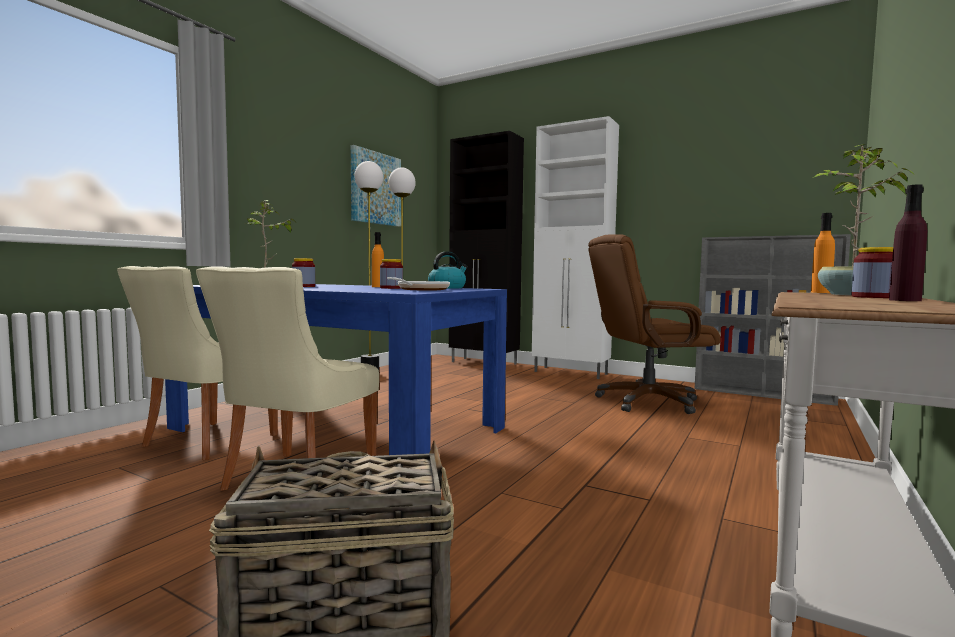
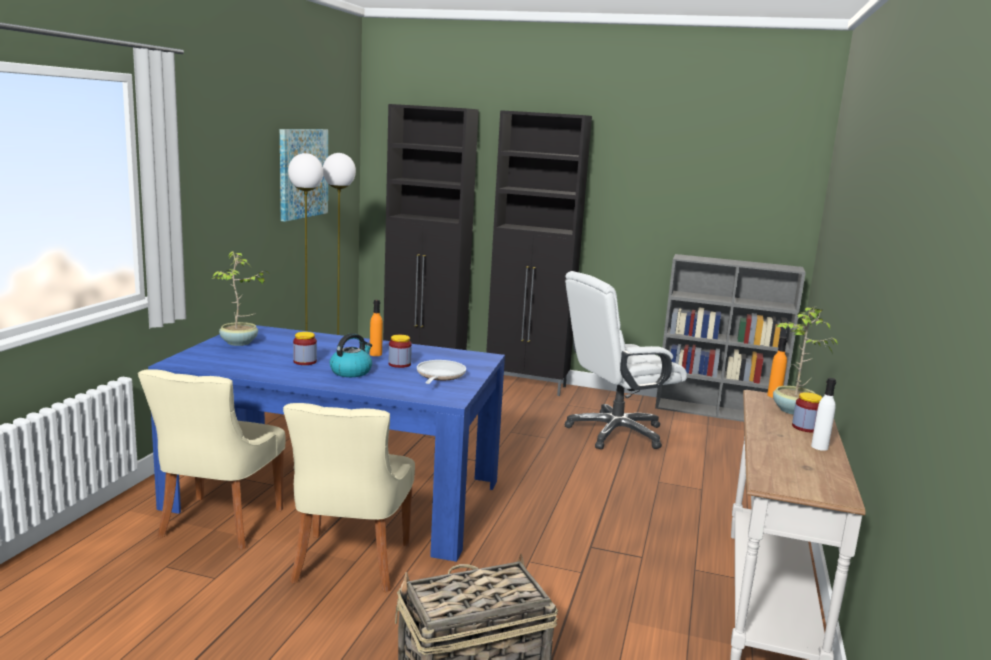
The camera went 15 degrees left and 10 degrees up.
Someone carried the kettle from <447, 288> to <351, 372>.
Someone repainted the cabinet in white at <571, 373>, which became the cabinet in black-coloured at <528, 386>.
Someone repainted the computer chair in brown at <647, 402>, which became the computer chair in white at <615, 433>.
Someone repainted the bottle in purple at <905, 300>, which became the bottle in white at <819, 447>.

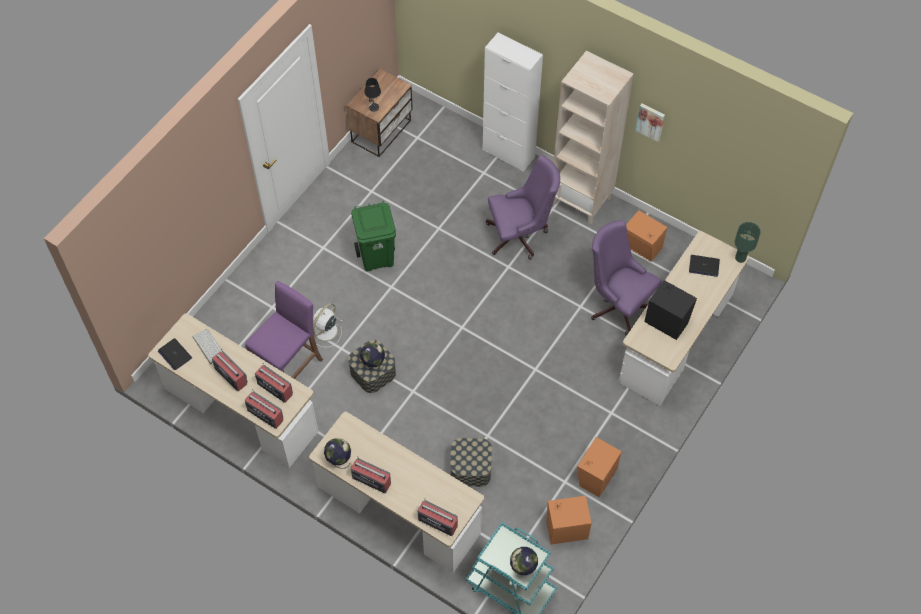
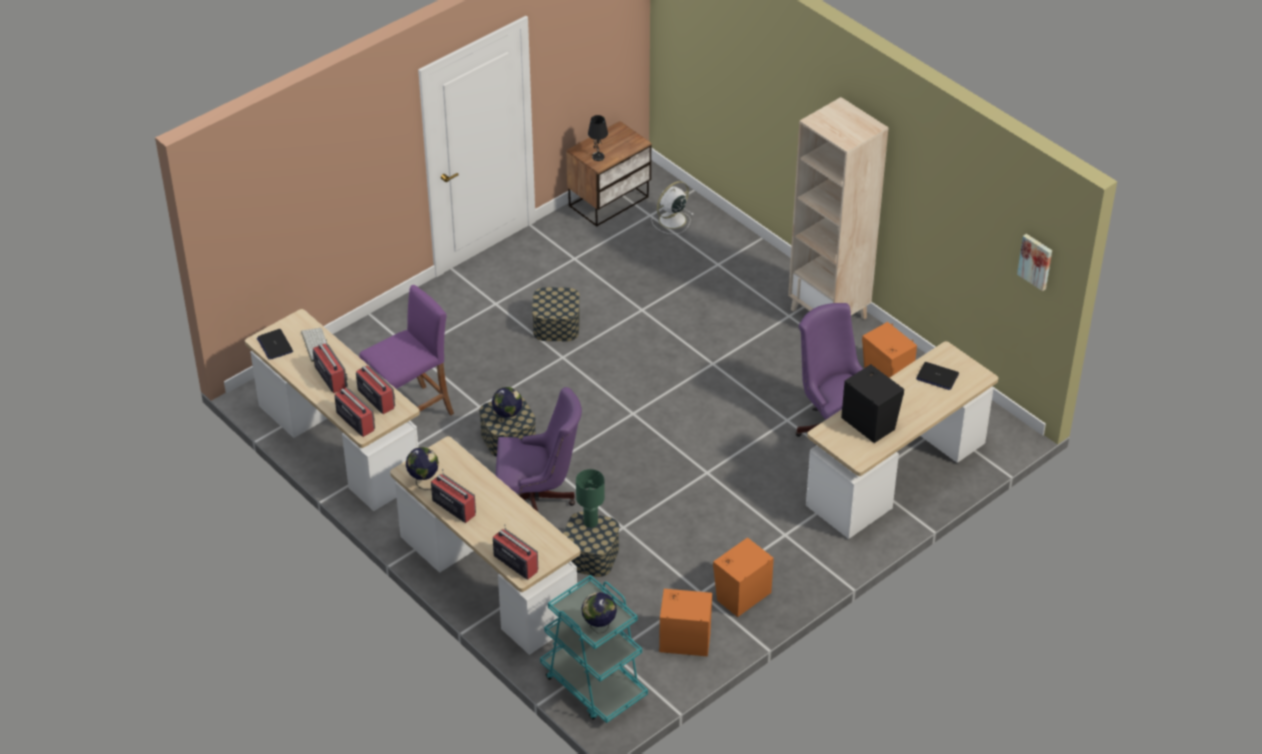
The camera went 15 degrees right and 15 degrees down.
Someone carried the computer chair in purple from <520, 235> to <537, 502>.
Someone swapped the waste bin in green at <377, 257> for the storage container at <556, 325>.
Someone carried the tabletop lamp in green from <740, 258> to <590, 522>.
Someone carried the electric fan in white from <325, 331> to <671, 220>.
Someone carried the picture from <651, 121> to <1036, 261>.
Someone took away the cabinet in white at <508, 153>.

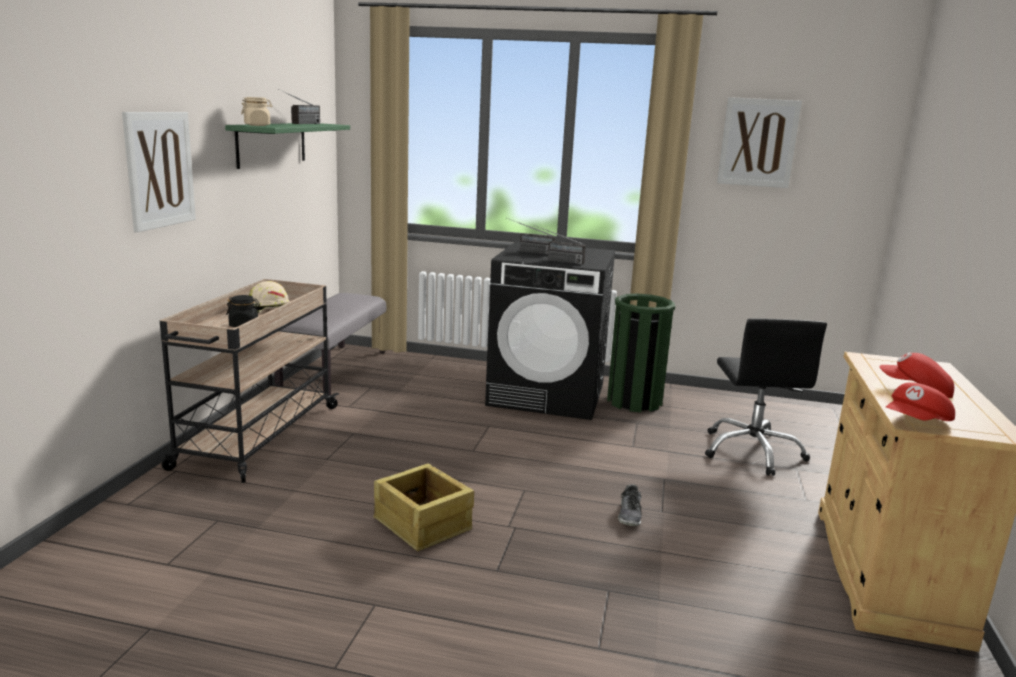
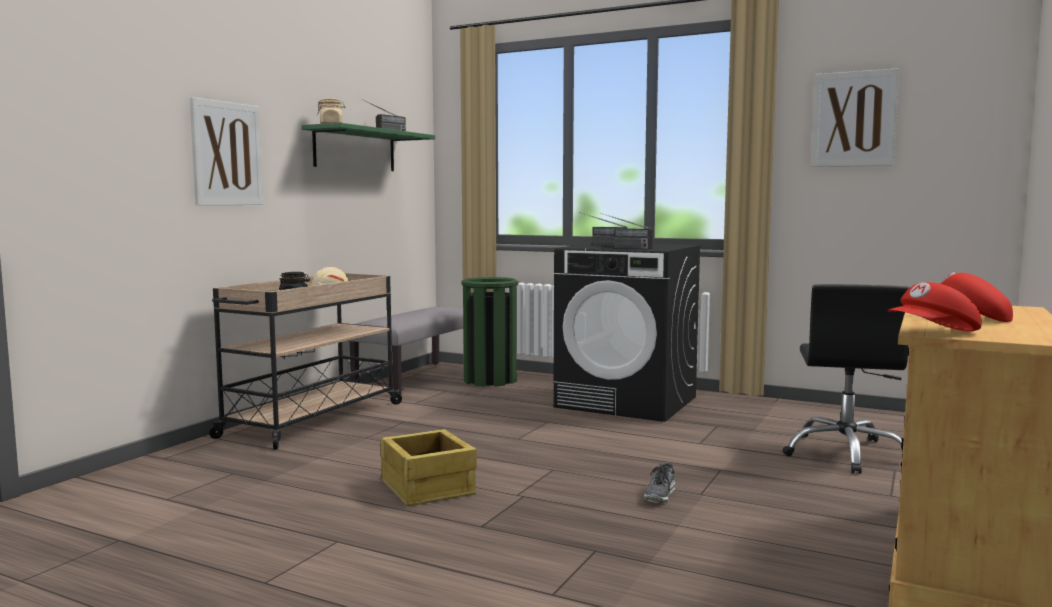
The camera went 15 degrees right and 10 degrees down.
Someone carried the waste bin in green from <634, 401> to <490, 380>.

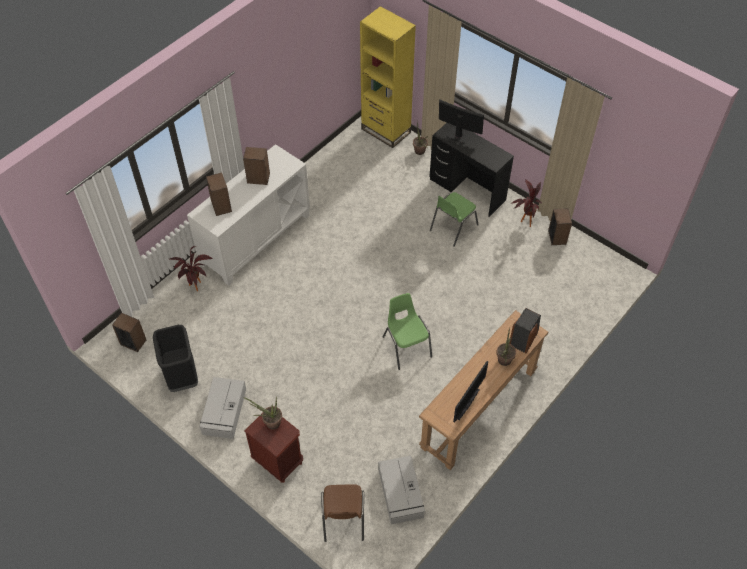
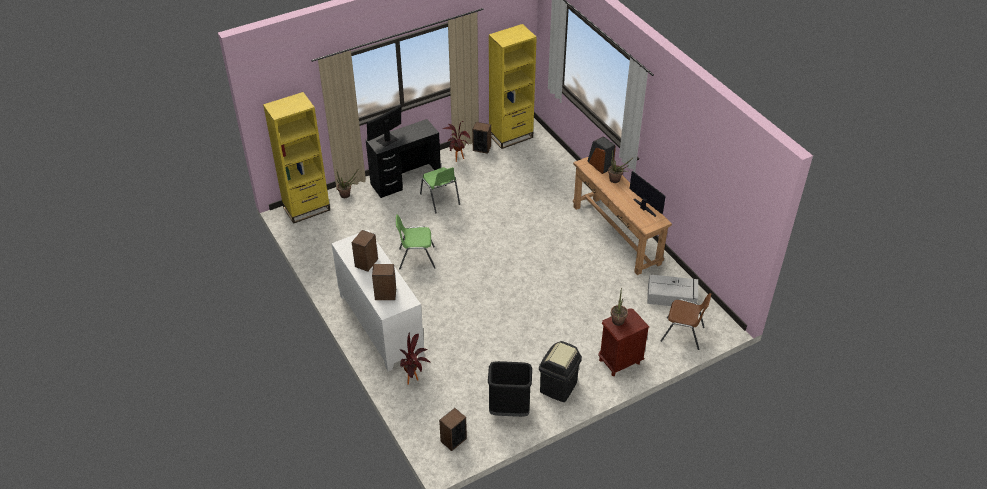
The camera went 70 degrees left and 10 degrees down.
Someone carried the chair in green from <406, 346> to <416, 258>.
Someone put down the shelving unit in yellowish at <511, 136>.
Someone swapped the storage container in gray at <224, 412> for the waste bin in black-coloured at <558, 387>.

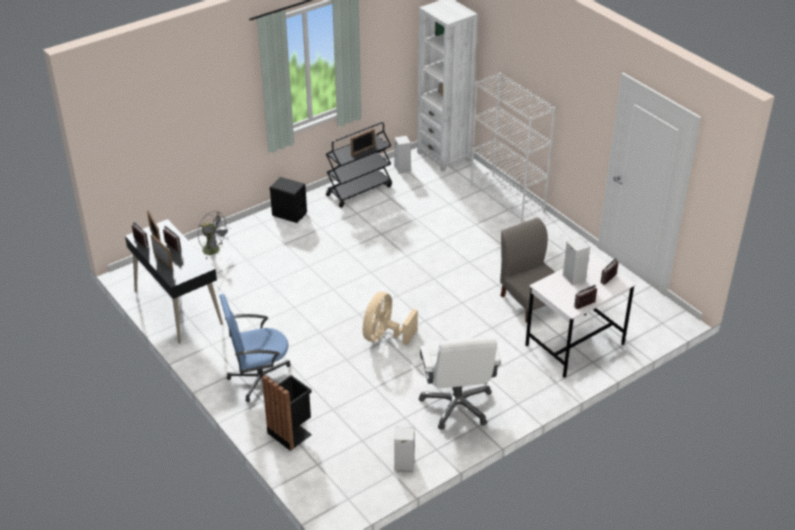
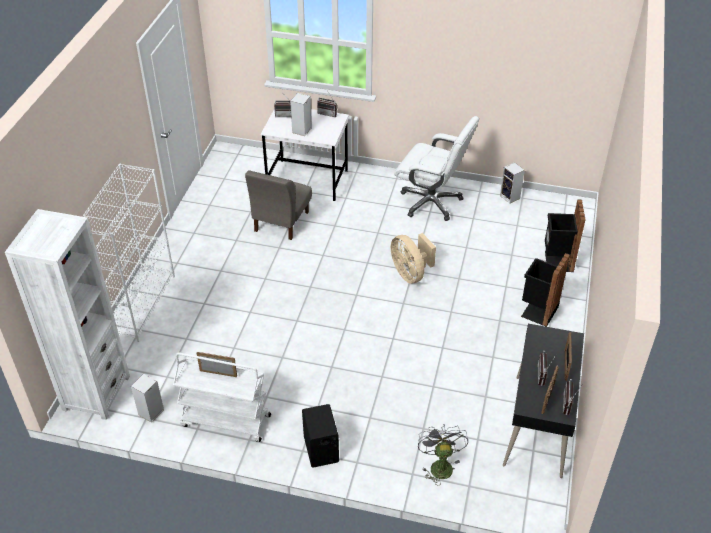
The camera went 130 degrees left and 5 degrees up.
Someone repainted the wheeled cart in black-coloured at <359, 190>, which became the wheeled cart in white at <225, 421>.
Someone rotated the electric fan in beige-coloured at <384, 336> by 75 degrees clockwise.
Someone rotated the computer chair in white at <457, 405> by 75 degrees clockwise.
Someone swapped the computer chair in bluish at <259, 379> for the waste bin in black-coloured at <537, 311>.

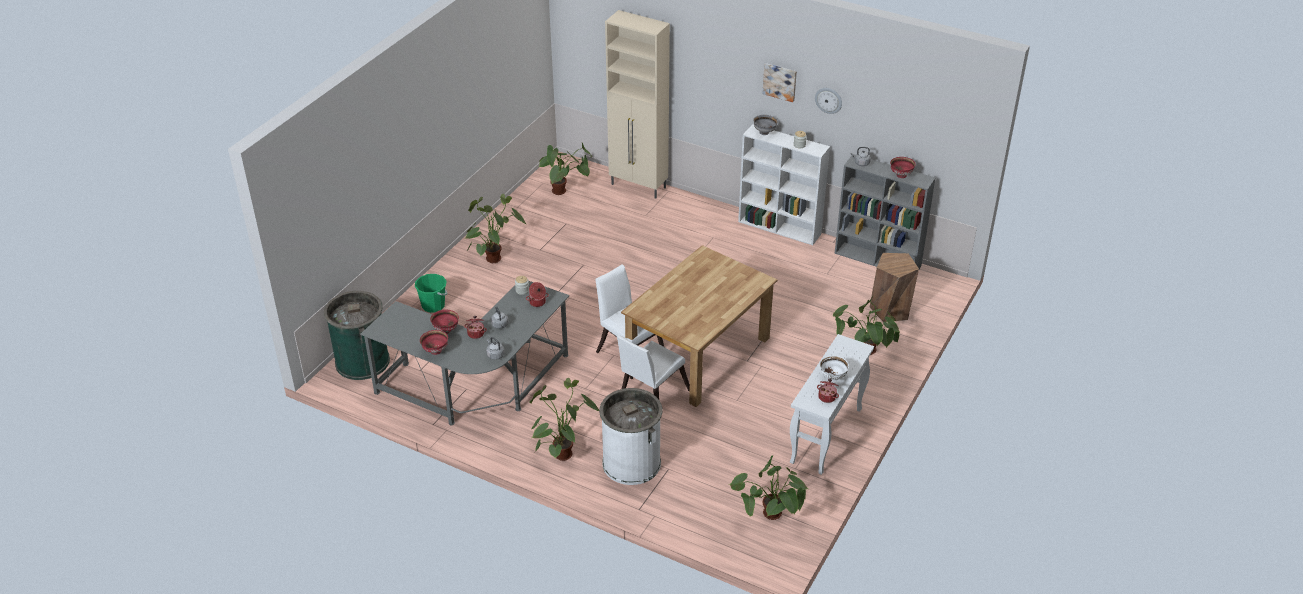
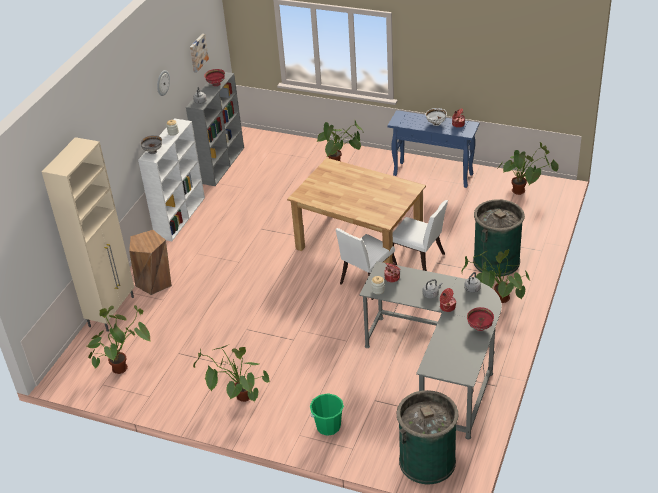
The camera went 95 degrees left and 0 degrees up.
Someone carried the sitting stool in brown from <890, 310> to <154, 282>.
Someone carried the picture from <780, 81> to <197, 52>.
Someone repainted the console table in white at <826, 436>, which became the console table in bluish at <433, 175>.
Someone repainted the waste bin in white at <631, 463>, which became the waste bin in green at <496, 261>.
Someone took away the serving bowl in red at <446, 330>.

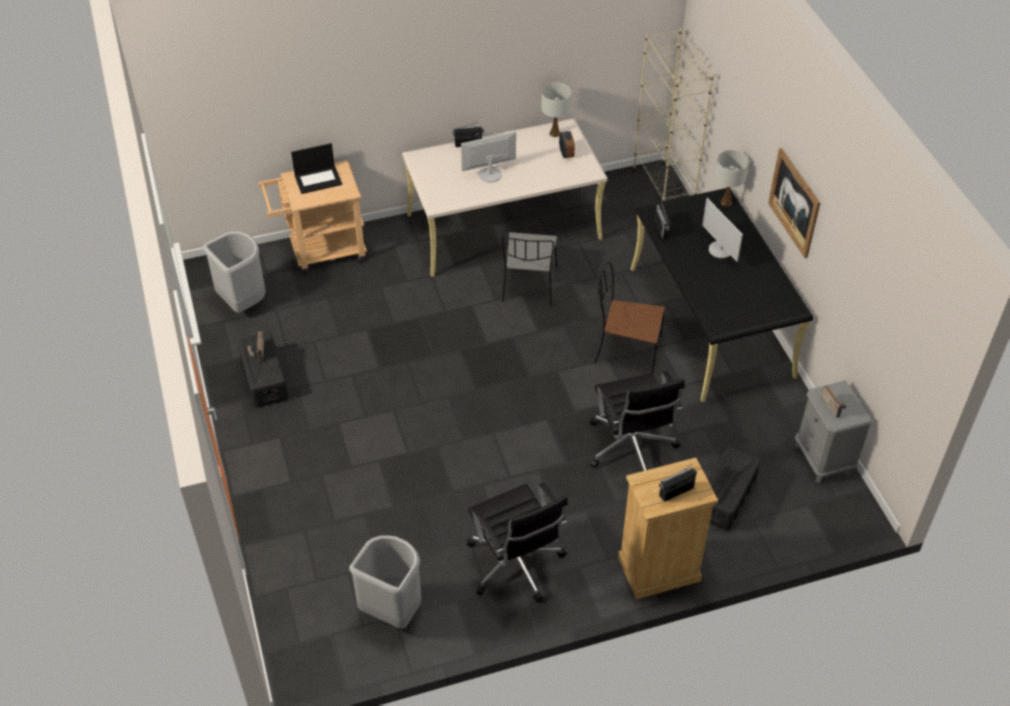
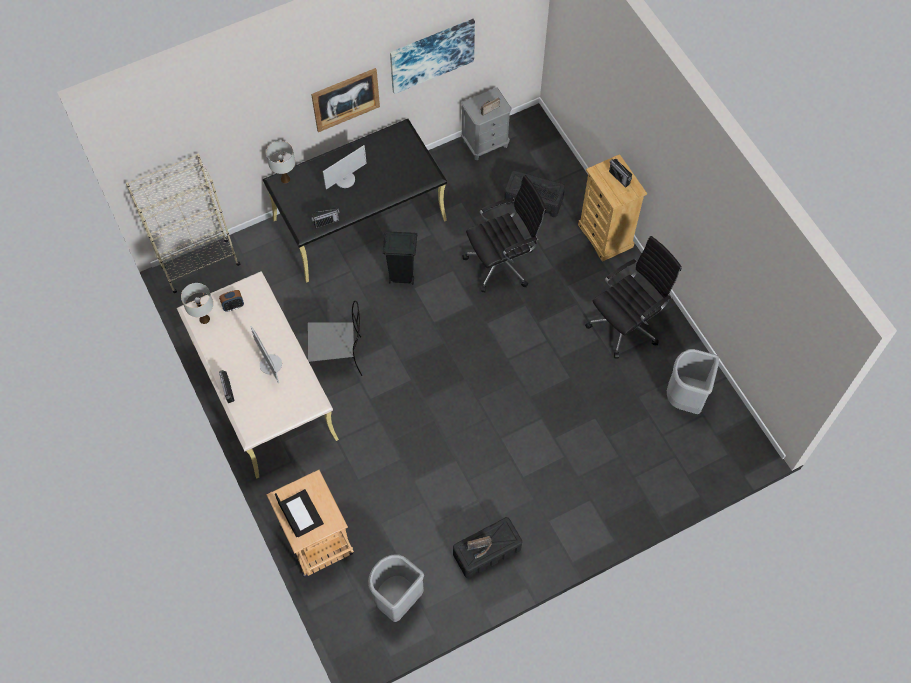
The camera went 100 degrees left and 15 degrees up.
Someone swapped the chair in brown at <626, 350> for the waste bin in black-coloured at <401, 276>.
Someone put up the picture at <432, 55>.

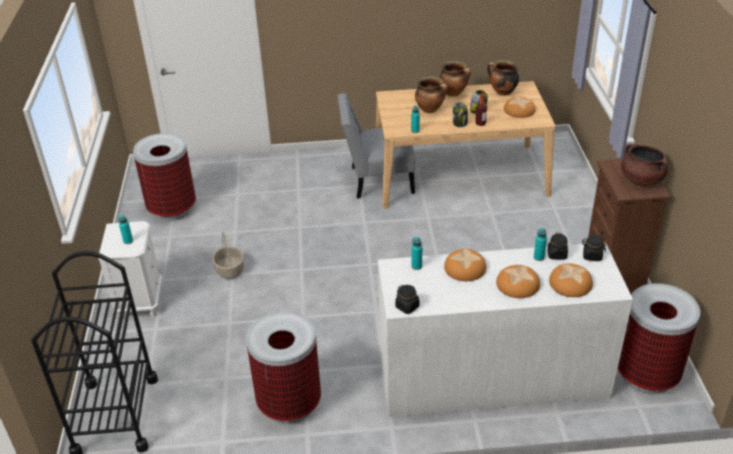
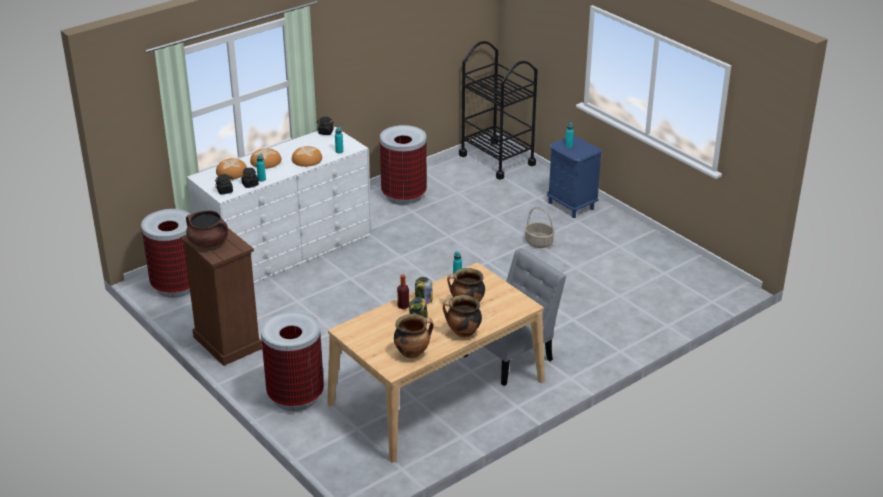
The camera went 145 degrees right and 5 degrees down.
Someone carried the waste bin from <172, 209> to <295, 396>.
Someone repainted the bedside table in white at <140, 301>, which became the bedside table in bluish at <571, 205>.
Someone took away the baked bread at <519, 110>.

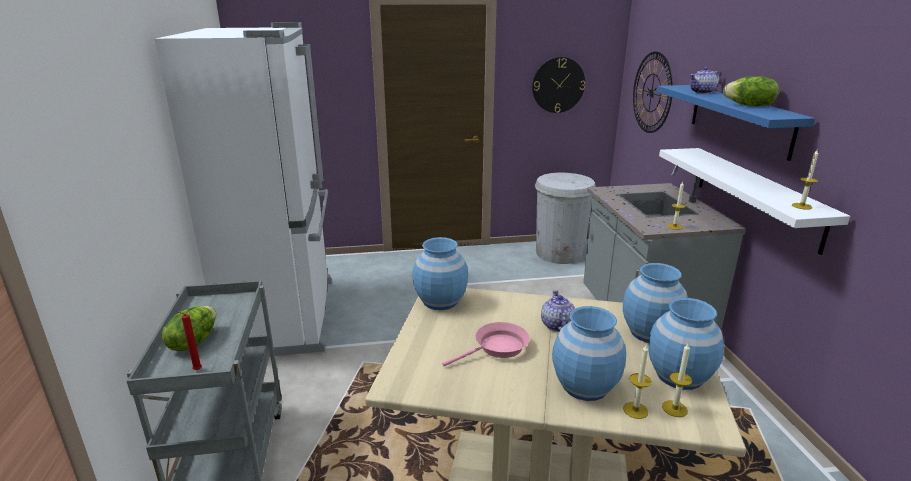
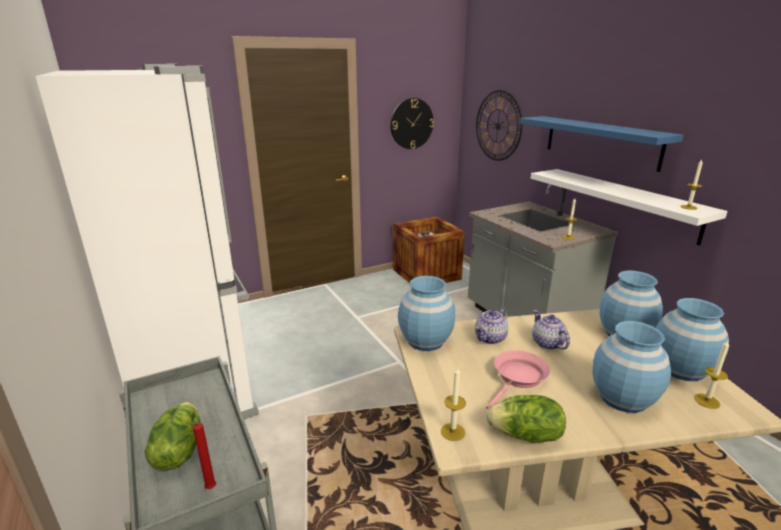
The camera went 20 degrees left and 0 degrees up.
Someone swapped the waste bin in white at <559, 253> for the shipping crate at <426, 274>.
Someone carried the wax light from <635, 410> to <453, 432>.
Someone carried the tea pot from <702, 92> to <490, 338>.
Someone carried the head of lettuce from <749, 106> to <526, 435>.

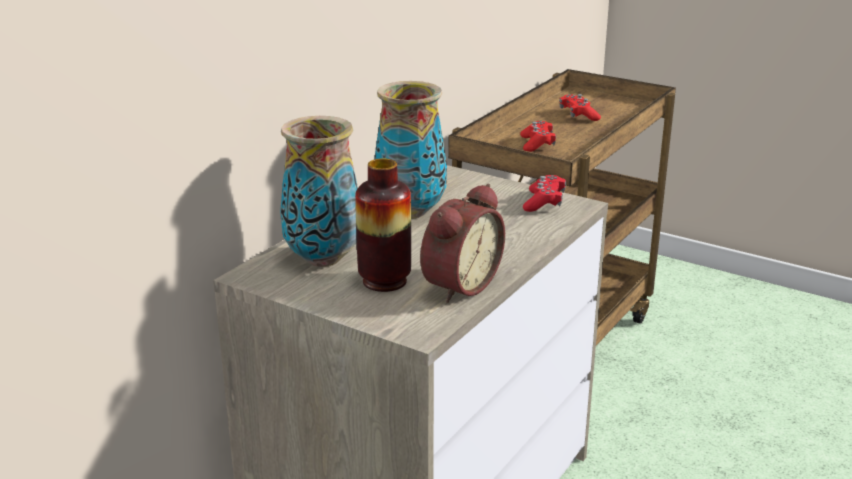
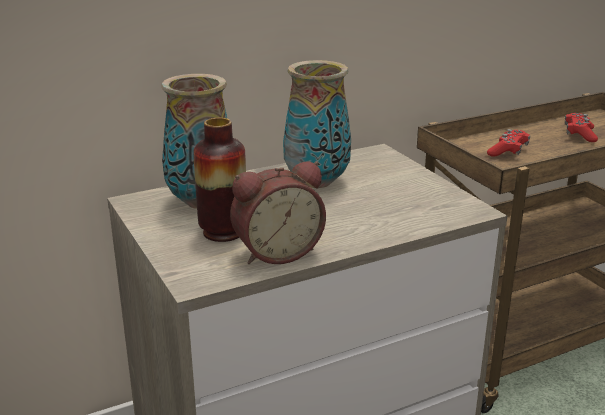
The camera went 30 degrees right and 0 degrees up.
Someone took away the gamepad in red at <544, 203>.

